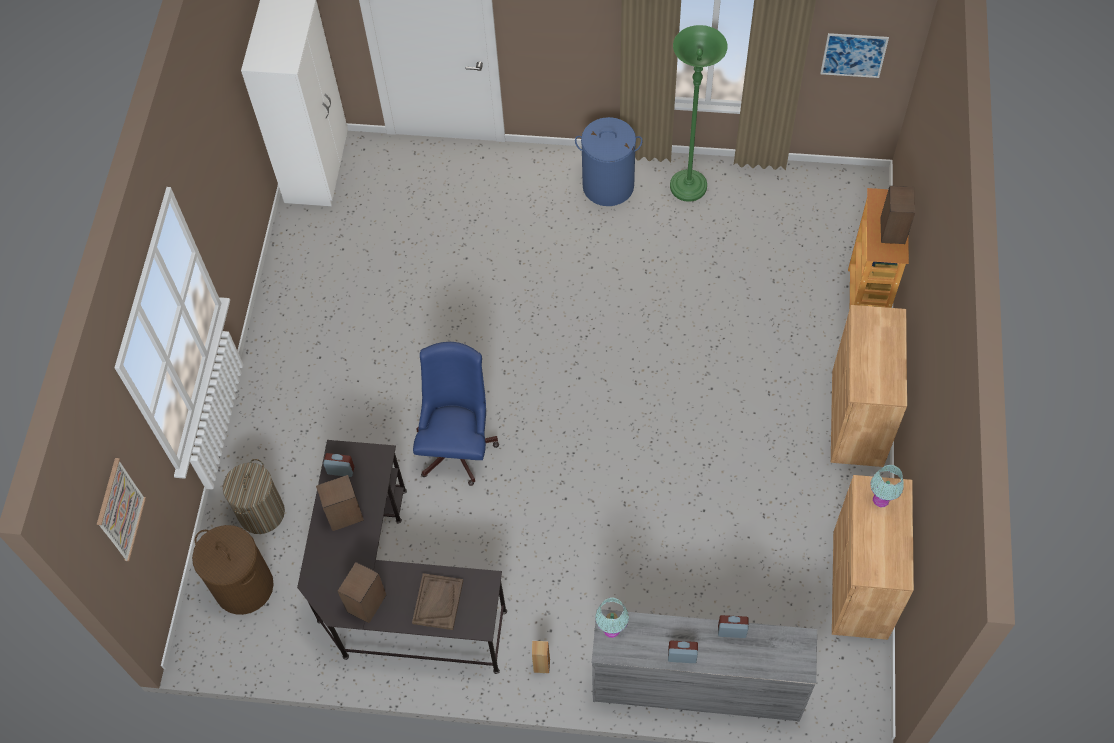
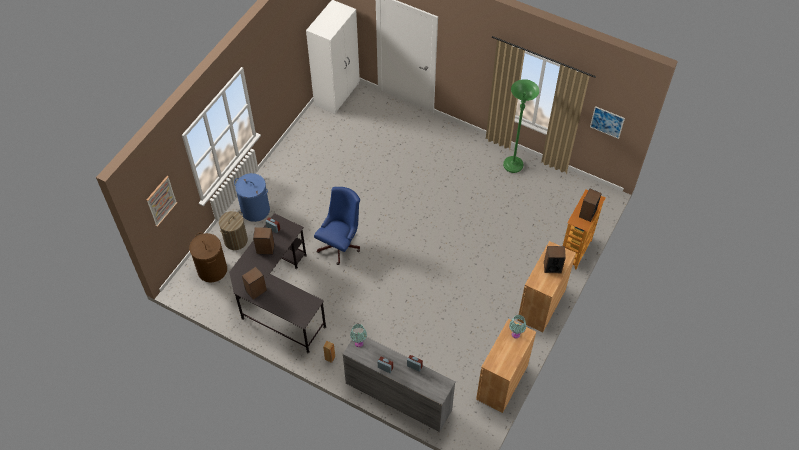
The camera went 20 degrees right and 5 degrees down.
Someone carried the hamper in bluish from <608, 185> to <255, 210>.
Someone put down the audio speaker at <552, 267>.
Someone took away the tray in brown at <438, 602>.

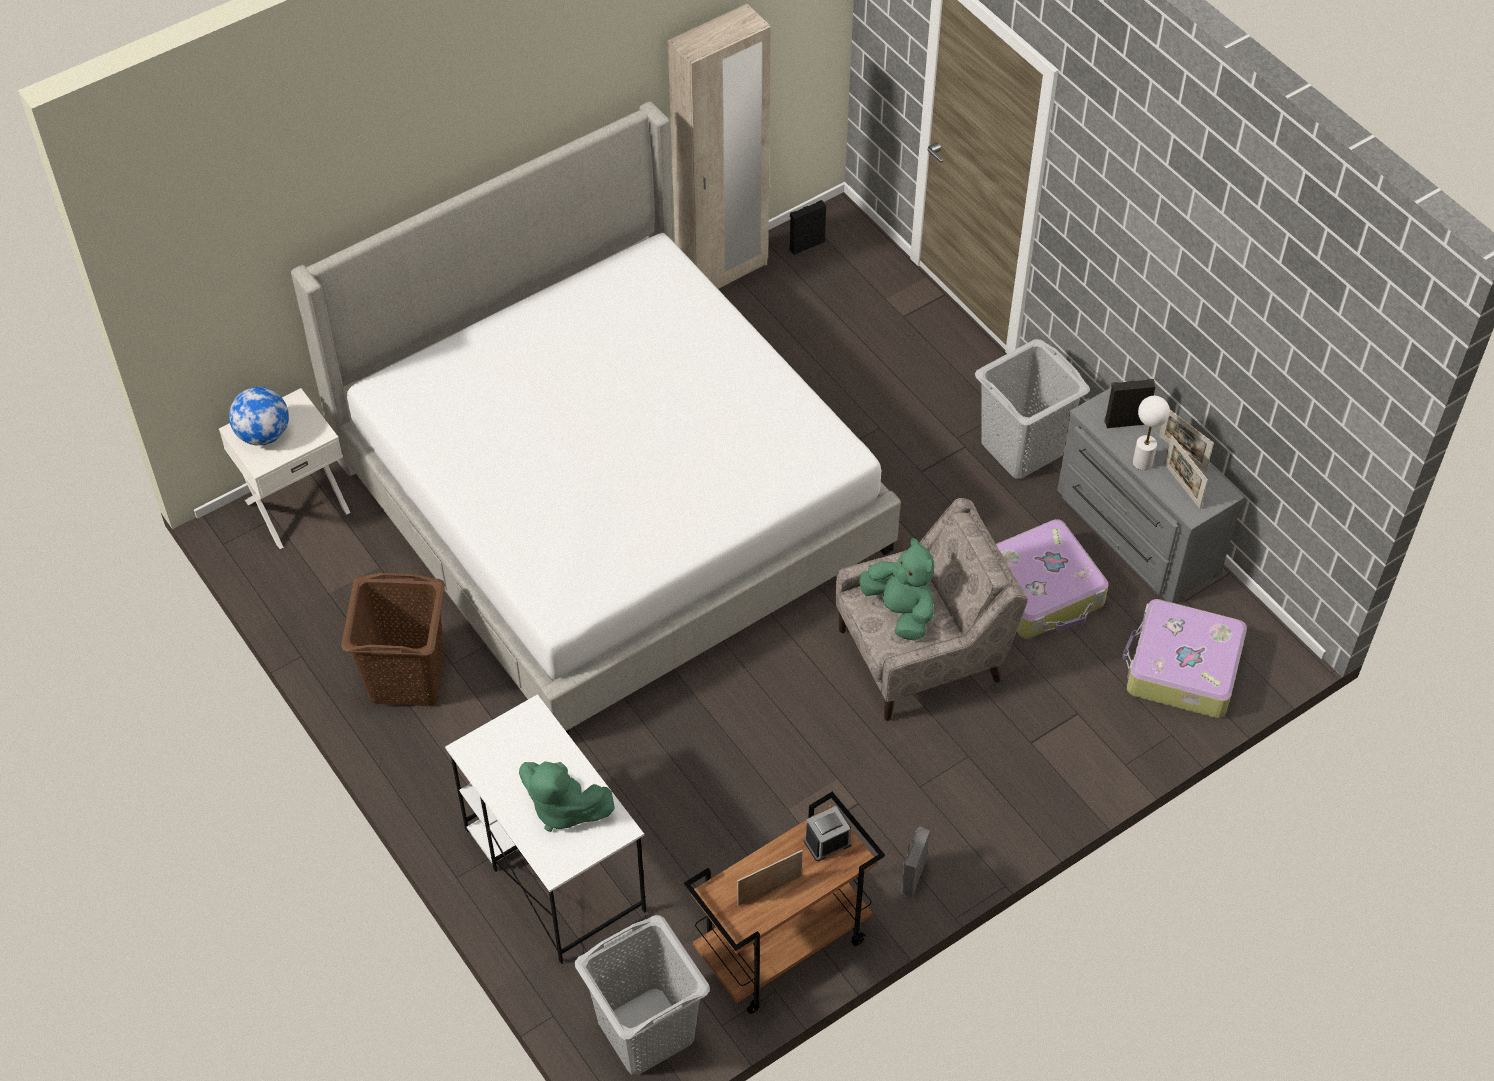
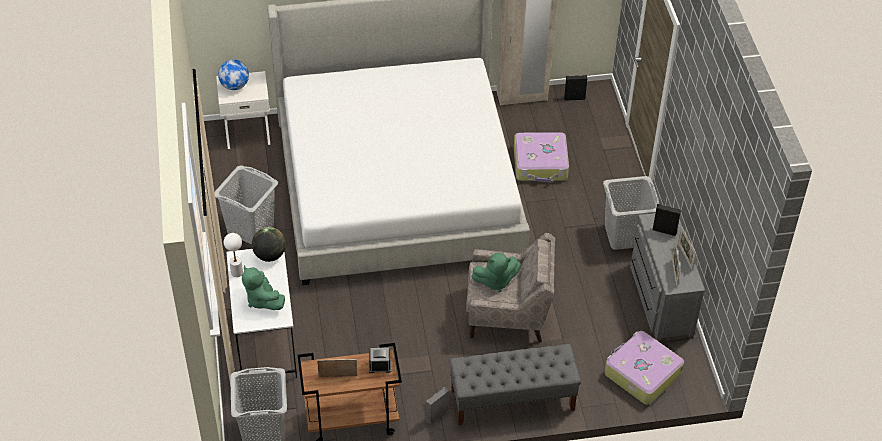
The camera went 25 degrees right and 5 degrees down.
Someone repainted the hamper in brown at <407, 677>, which became the hamper in gray at <251, 228>.
Someone carried the tabletop lamp in white from <1142, 462> to <236, 272>.
Someone put down the world globe at <270, 255>.
Someone put down the bench in gray at <512, 400>.
Someone rotated the cuddly toy in green at <900, 611> by 90 degrees clockwise.
Someone carried the travel case from <1041, 590> to <540, 164>.

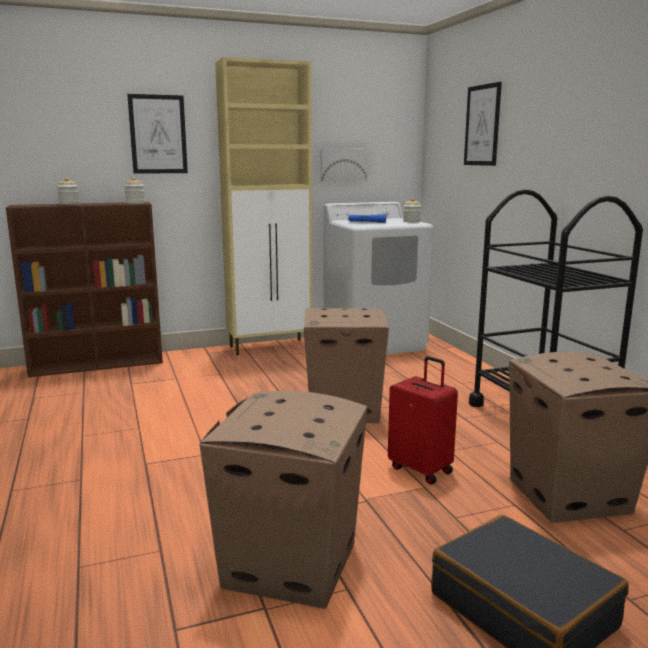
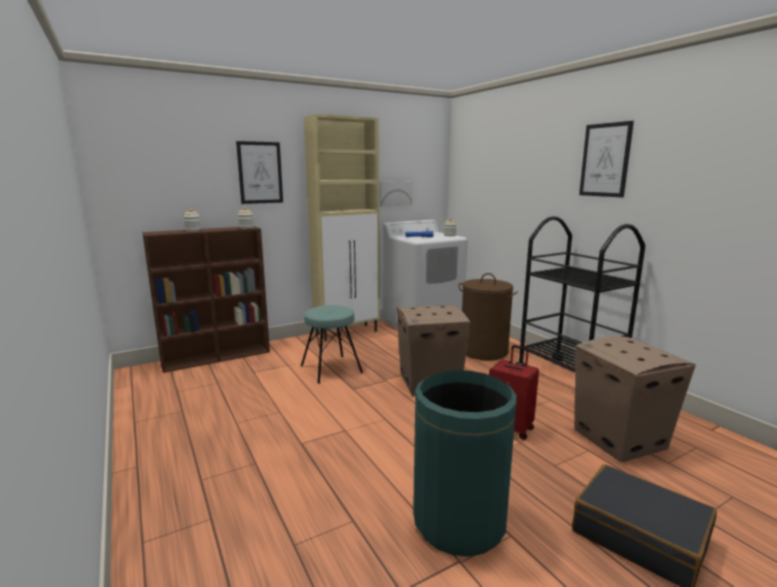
The camera went 10 degrees left and 0 degrees up.
Someone put down the sitting stool in turquoise at <331, 369>.
Someone swapped the carton at <289, 566> for the waste bin in green at <459, 522>.
Someone put down the hamper in brown at <483, 351>.
Someone carried the picture from <482, 125> to <605, 160>.

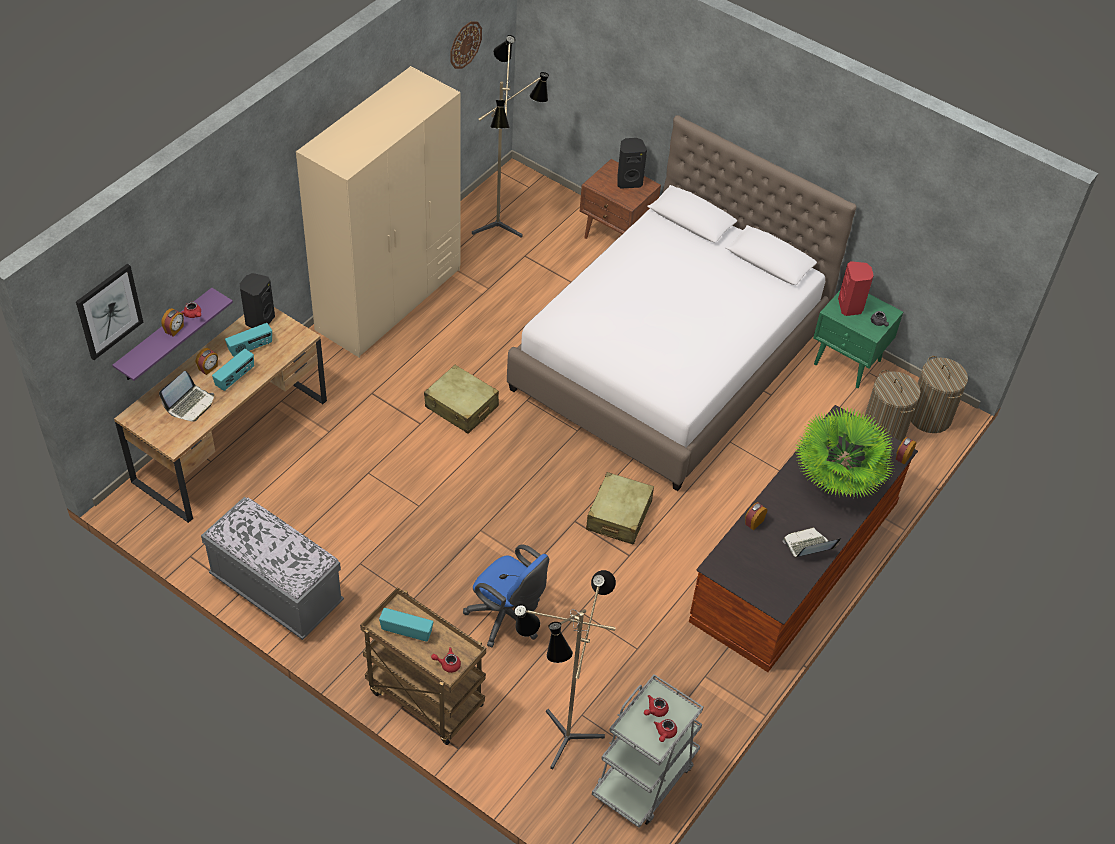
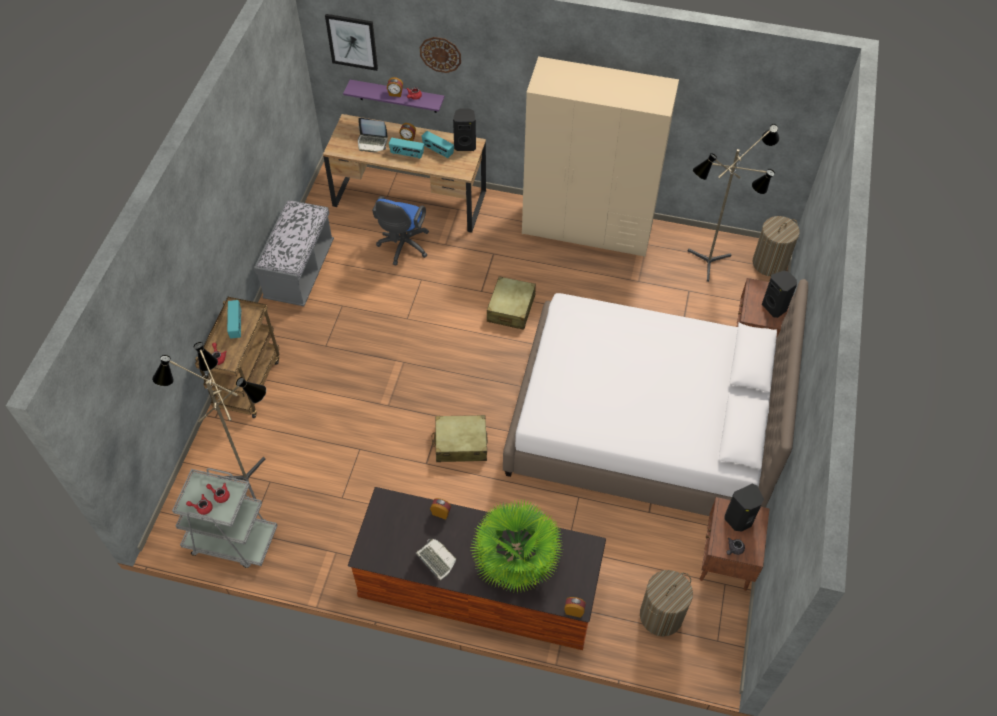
The camera went 70 degrees right and 5 degrees up.
Someone carried the computer chair in bluish from <508, 619> to <403, 247>.
Someone carried the clock on the wall from <465, 44> to <440, 54>.
Someone repainted the bedside table in green at <848, 363>, which became the bedside table in brown at <725, 563>.
Someone repainted the audio speaker in red at <850, 306>, which became the audio speaker in black-coloured at <739, 520>.
Someone carried the hamper from <929, 417> to <769, 263>.

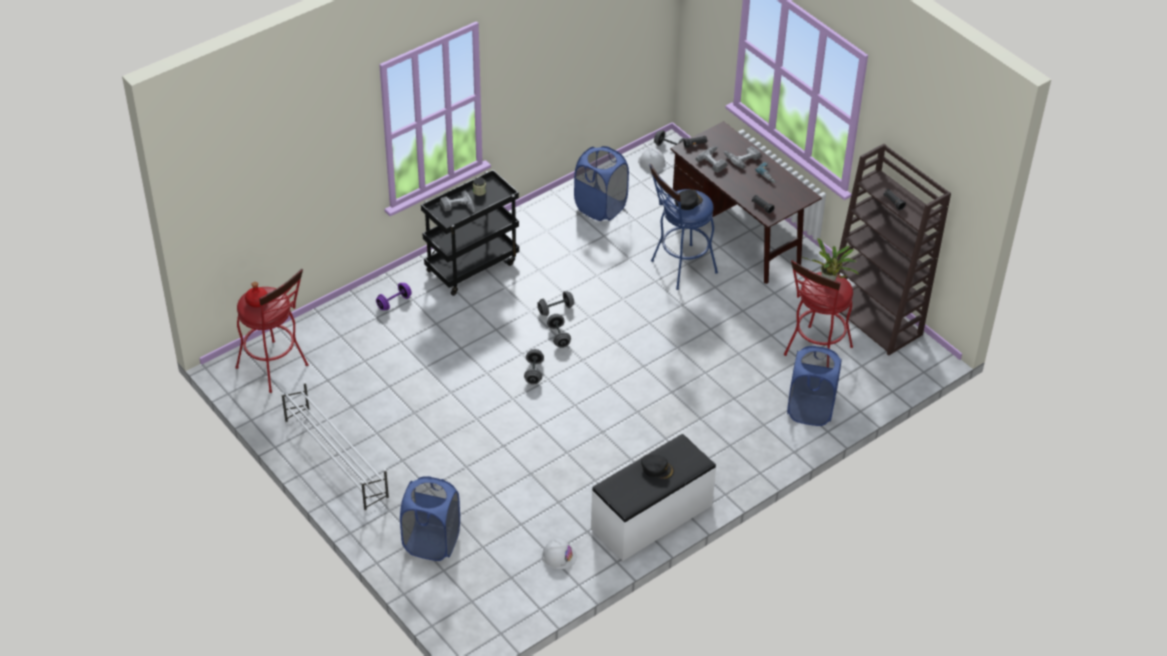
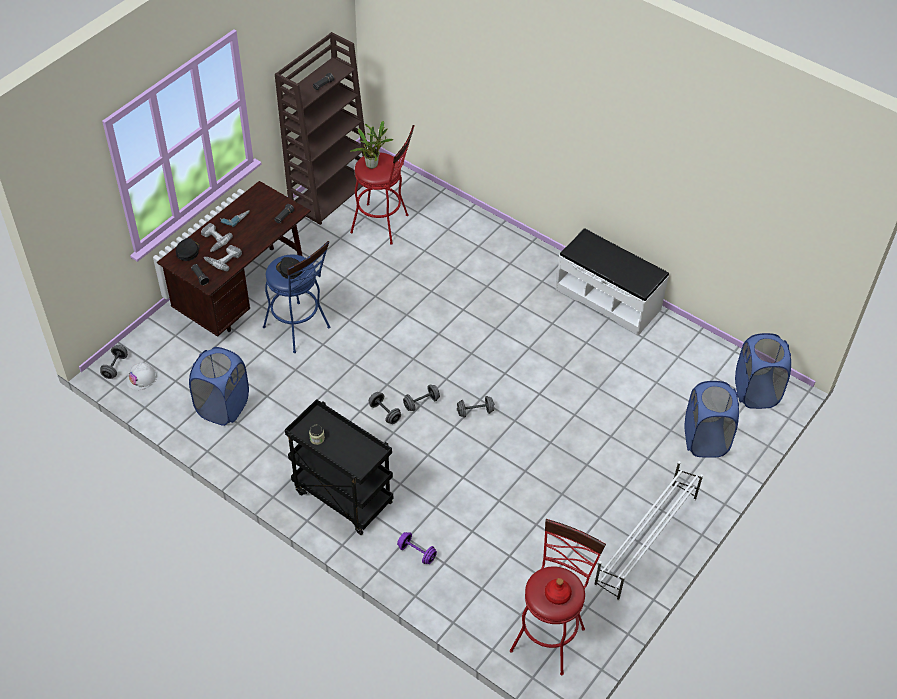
The camera went 105 degrees left and 5 degrees up.
Someone carried the cap in black-coloured from <657, 469> to <187, 251>.
Someone carried the hamper in bluish from <810, 410> to <756, 392>.
Someone took away the drill at <458, 207>.
Someone took away the safety helmet in white at <559, 556>.

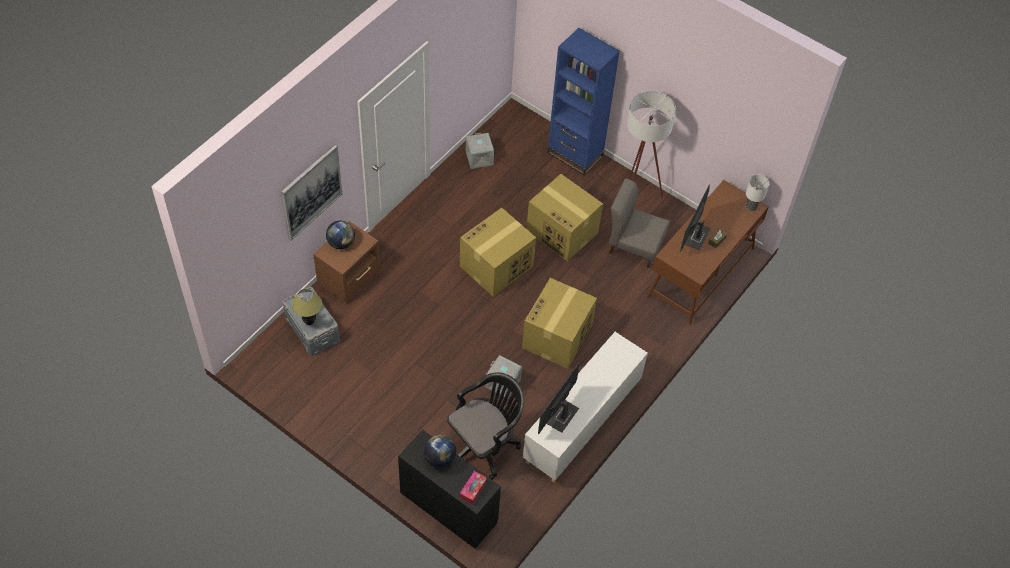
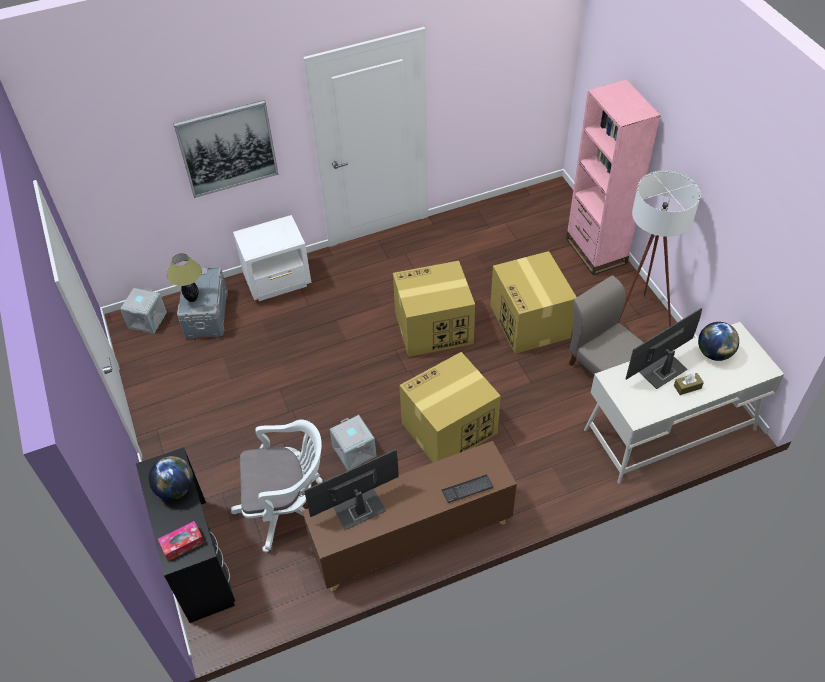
The camera went 35 degrees right and 5 degrees down.
Someone carried the storage container in gray from <478, 158> to <146, 319>.
Someone repainted the computer chair in black-coloured at <485, 443>, which became the computer chair in white at <287, 508>.
Someone repainted the bedside table in brown at <350, 278>, which became the bedside table in white at <279, 282>.
Someone repainted the cabinet in white at <582, 423>, which became the cabinet in brown at <411, 537>.
Someone put down the computer keyboard at <467, 489>.
Someone repainted the shelving unit in bluish at <575, 154>, which became the shelving unit in pink-coloured at <596, 251>.
Someone repainted the desk unit in brown at <700, 272>, which became the desk unit in white at <669, 429>.
Someone carried the world globe from <341, 243> to <714, 353>.
Someone took away the tabletop lamp at <751, 206>.

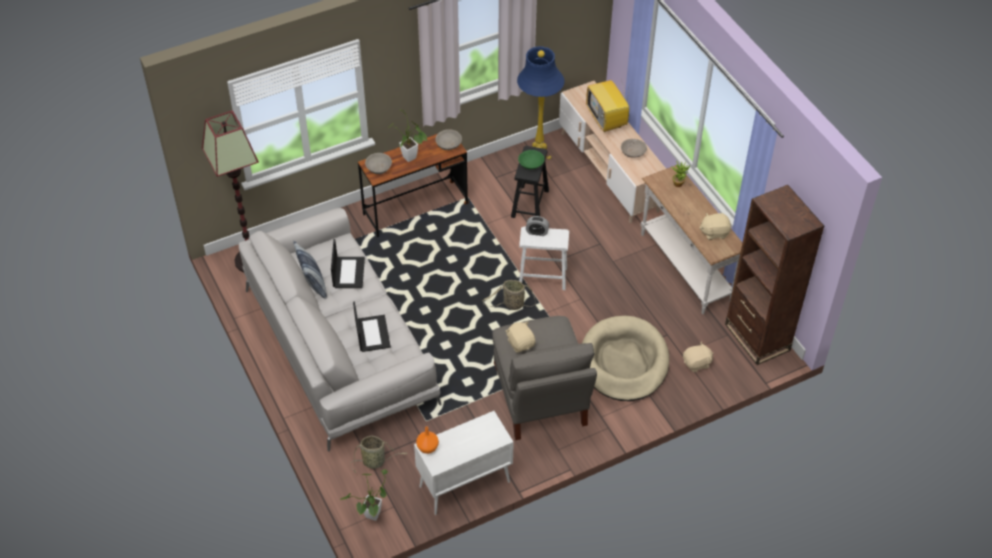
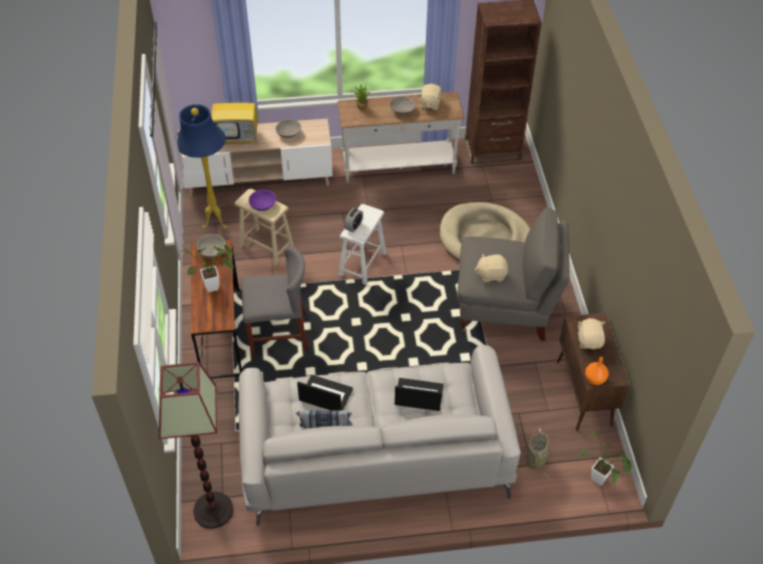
The camera went 70 degrees left and 0 degrees up.
Someone repainted the sitting stool in black-coloured at <530, 204>, which became the sitting stool in beige-coloured at <266, 246>.
Someone put down the chair in gray at <278, 334>.
Someone repainted the serving bowl in green at <531, 164>, which became the serving bowl in purple at <263, 205>.
Someone carried the serving bowl in gray from <378, 167> to <402, 110>.
Someone repainted the cabinet in white at <464, 485>, which became the cabinet in brown at <584, 394>.
Someone carried the cuddly toy in beige-coloured from <697, 363> to <589, 341>.
Someone took away the storage basket at <512, 304>.

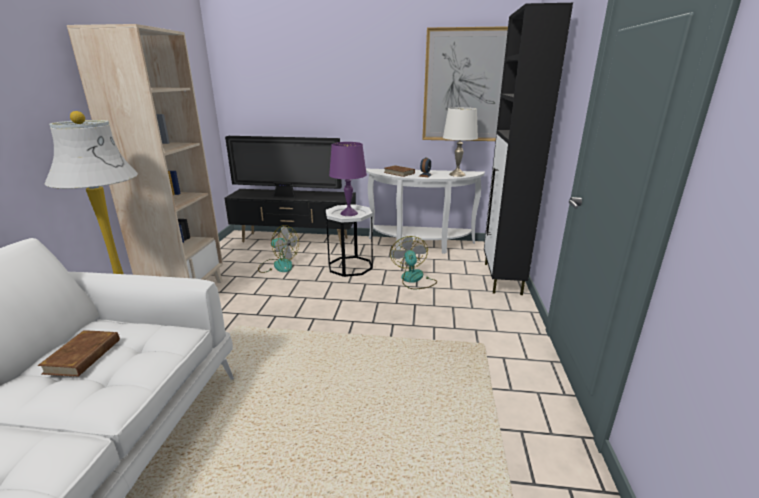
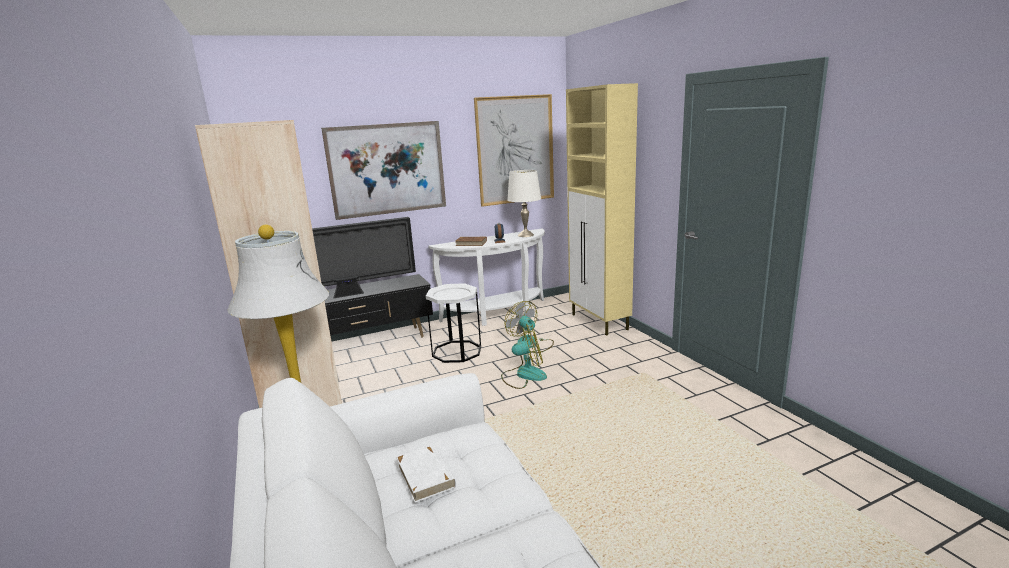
The camera went 30 degrees left and 5 degrees down.
Someone put up the picture at <387, 169>.
Someone repainted the book in brown at <84, 356>, which became the book in white at <426, 476>.
Someone carried the electric fan from <278, 265> to <524, 375>.
Someone repainted the cabinet in black-coloured at <502, 278>, which became the cabinet in beige-coloured at <599, 322>.
Someone took away the tabletop lamp in purple at <348, 213>.

